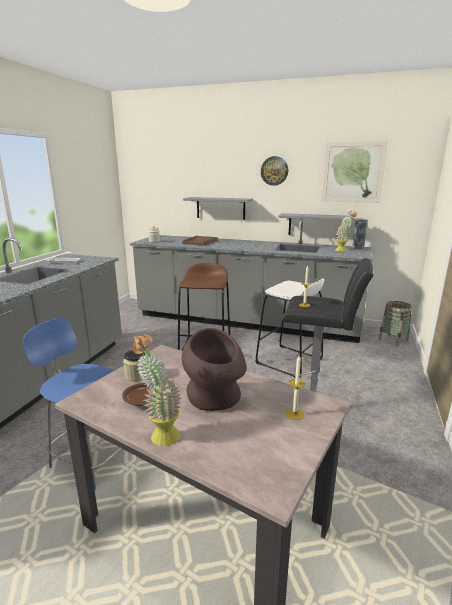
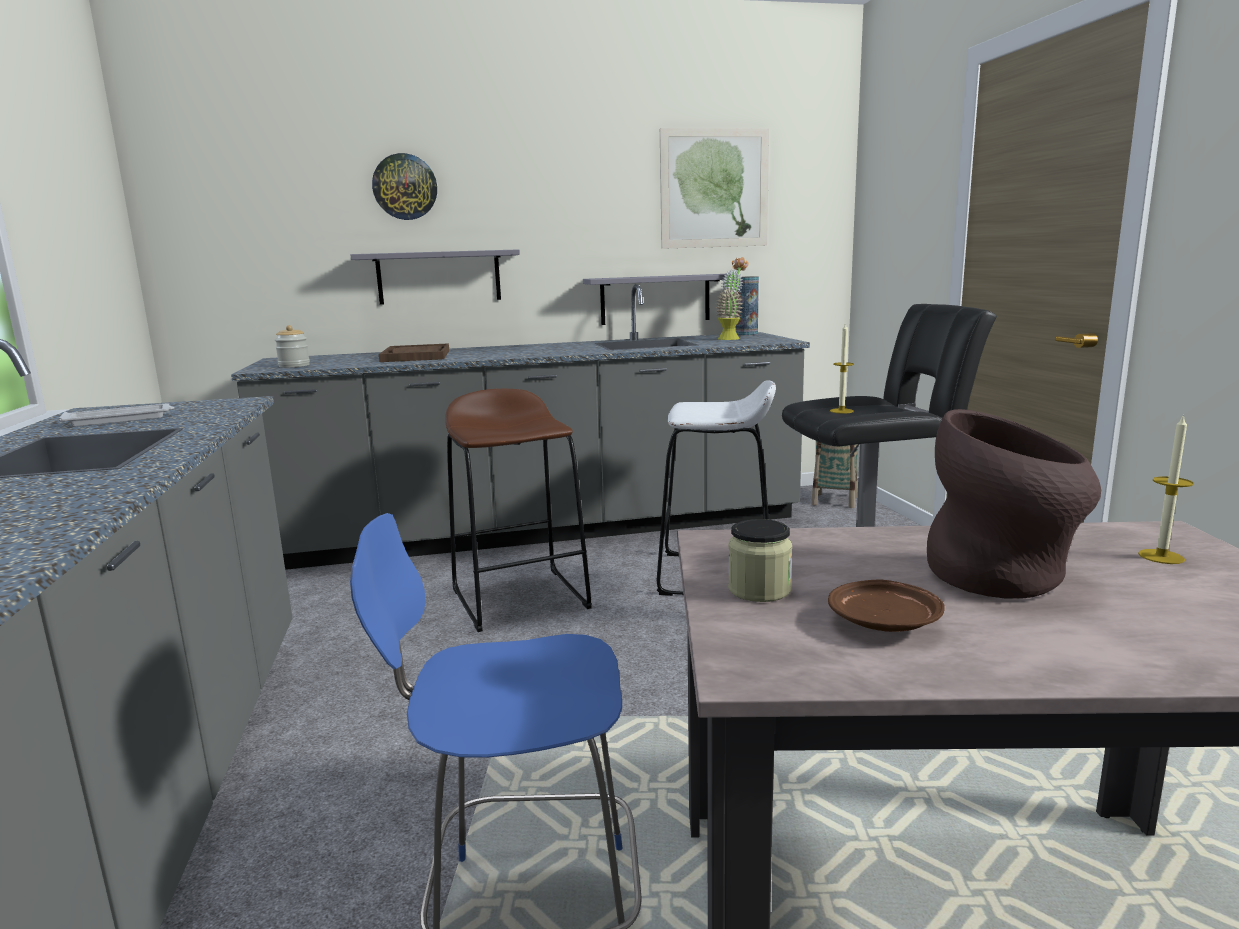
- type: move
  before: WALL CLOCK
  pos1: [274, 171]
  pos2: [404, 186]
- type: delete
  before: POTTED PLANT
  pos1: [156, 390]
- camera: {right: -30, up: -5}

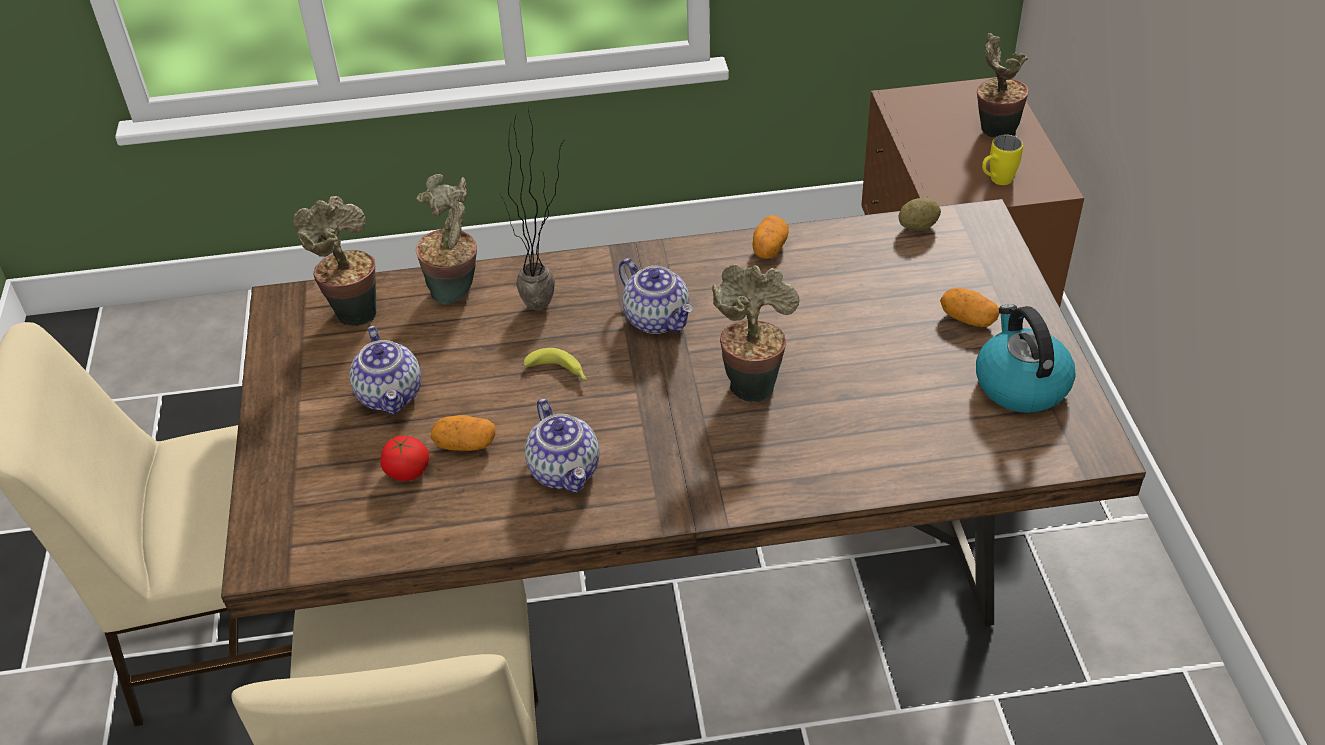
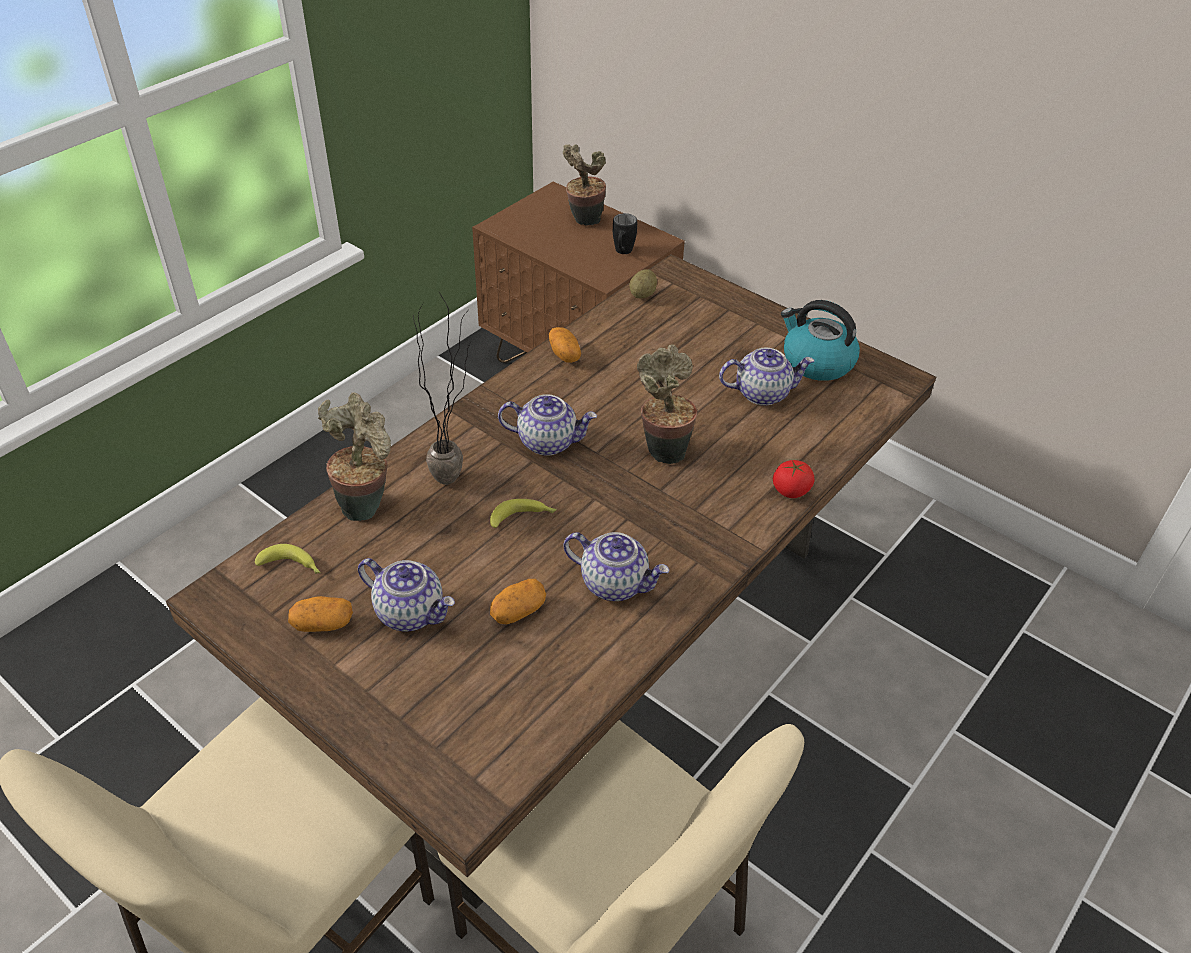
- type: replace
  before: POTTED PLANT
  after: BANANA
  pos1: [335, 261]
  pos2: [288, 559]
- type: move
  before: POTATO
  pos1: [970, 307]
  pos2: [320, 614]
- type: recolor
  before: YELLOW MUG
  after: BLACK MUG
  pos1: [1002, 160]
  pos2: [625, 233]
- type: insert
  after: TEAPOT
  pos2: [767, 376]
- type: move
  before: TOMATO
  pos1: [405, 458]
  pos2: [794, 479]
- camera: {right: -45, up: 0}

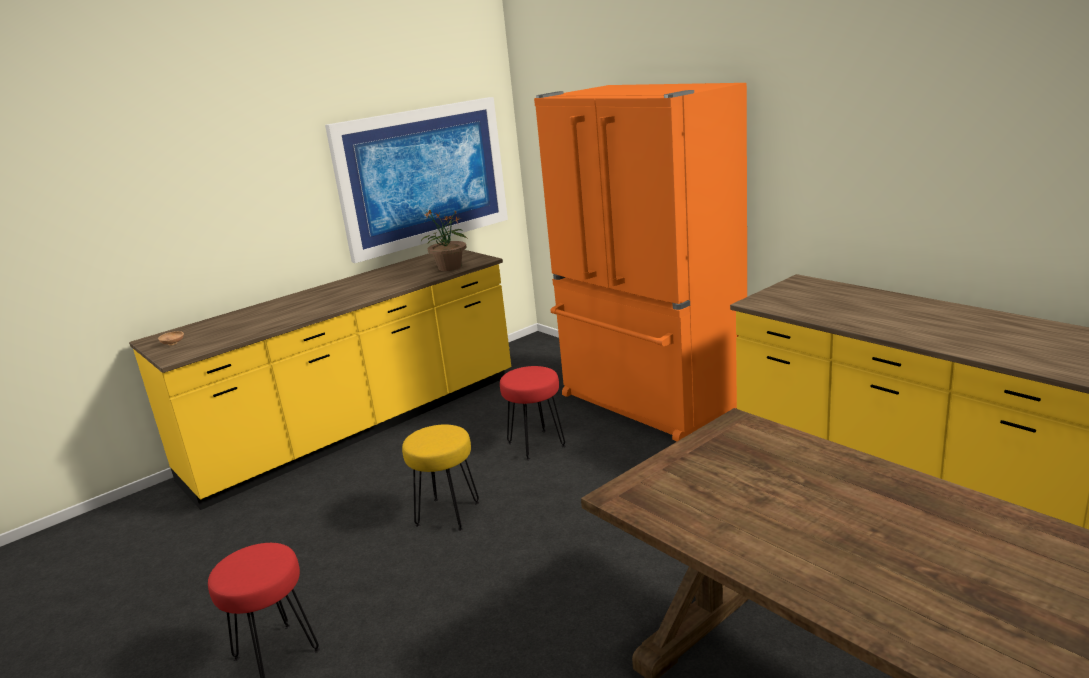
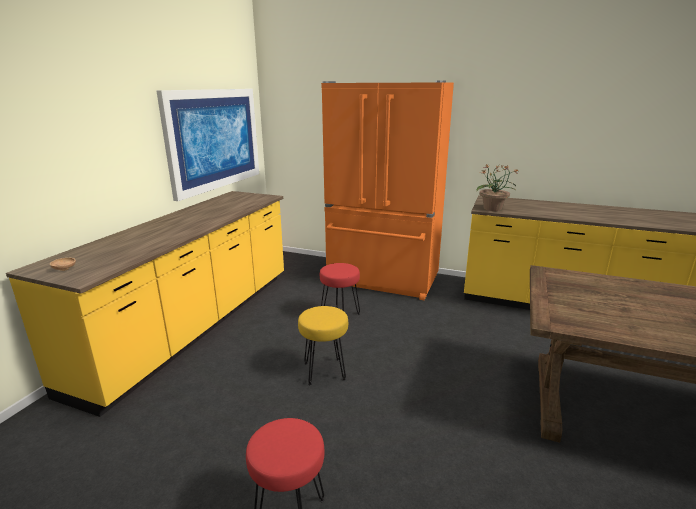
- type: move
  before: POTTED PLANT
  pos1: [444, 240]
  pos2: [498, 187]
- camera: {right: -30, up: 0}

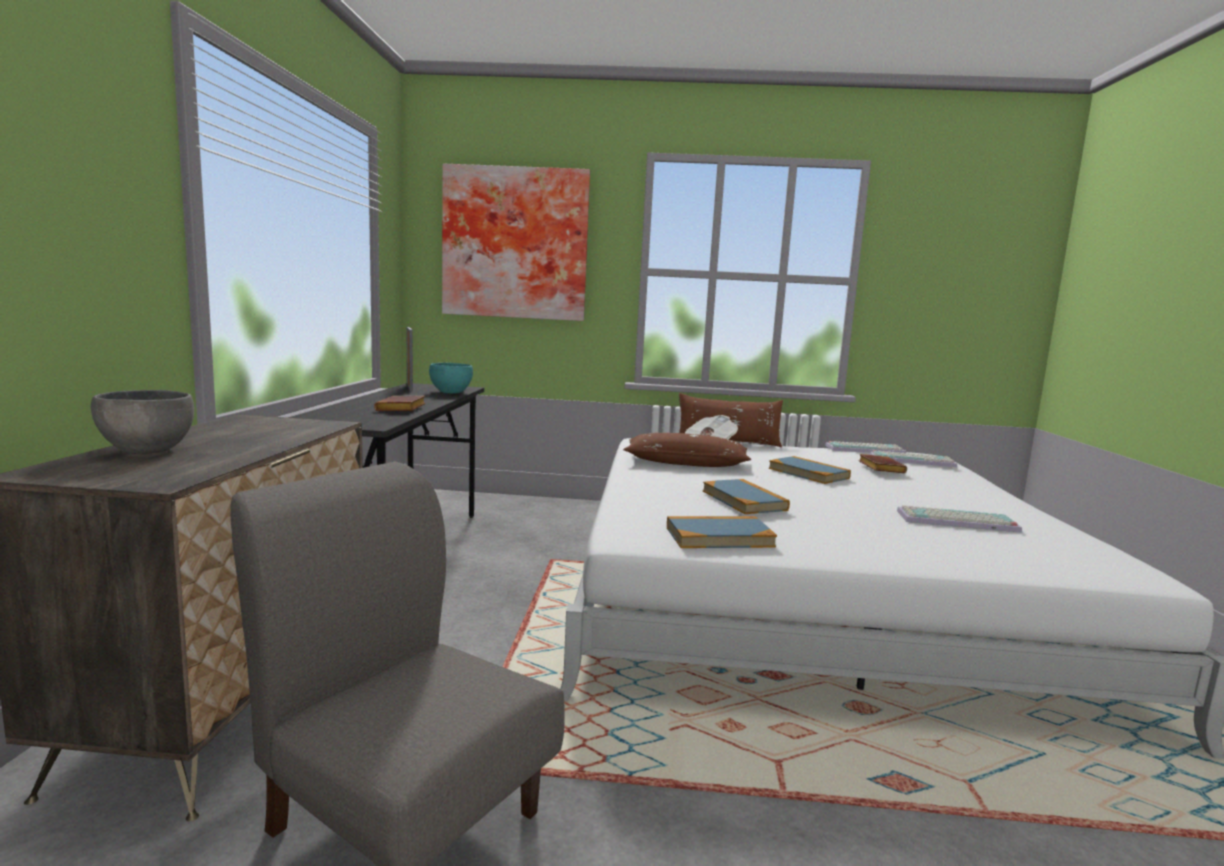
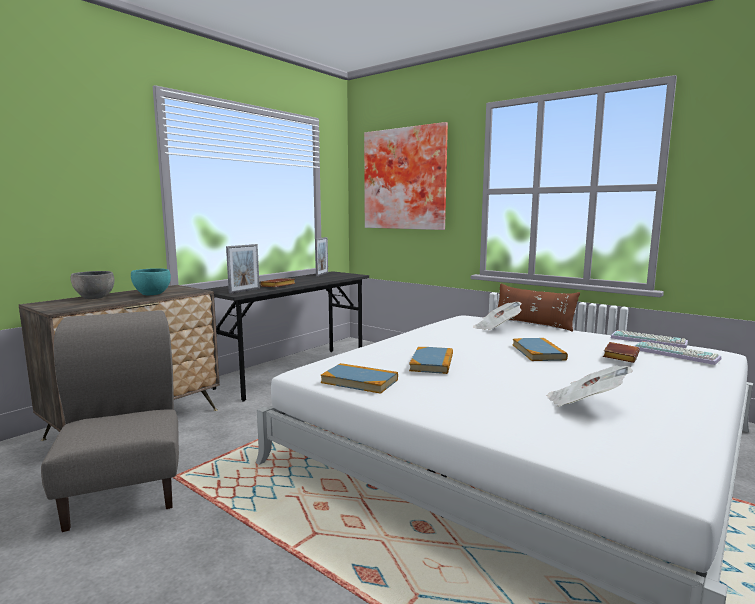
- type: move
  before: TURQUOISE BOWL
  pos1: [451, 378]
  pos2: [151, 281]
- type: insert
  after: PICTURE FRAME
  pos2: [243, 269]
- type: replace
  before: KEYBOARD
  after: NEWSPAPER
  pos1: [959, 519]
  pos2: [589, 386]
- type: delete
  before: BROWN PILLOW
  pos1: [687, 450]
- camera: {right: 35, up: 0}

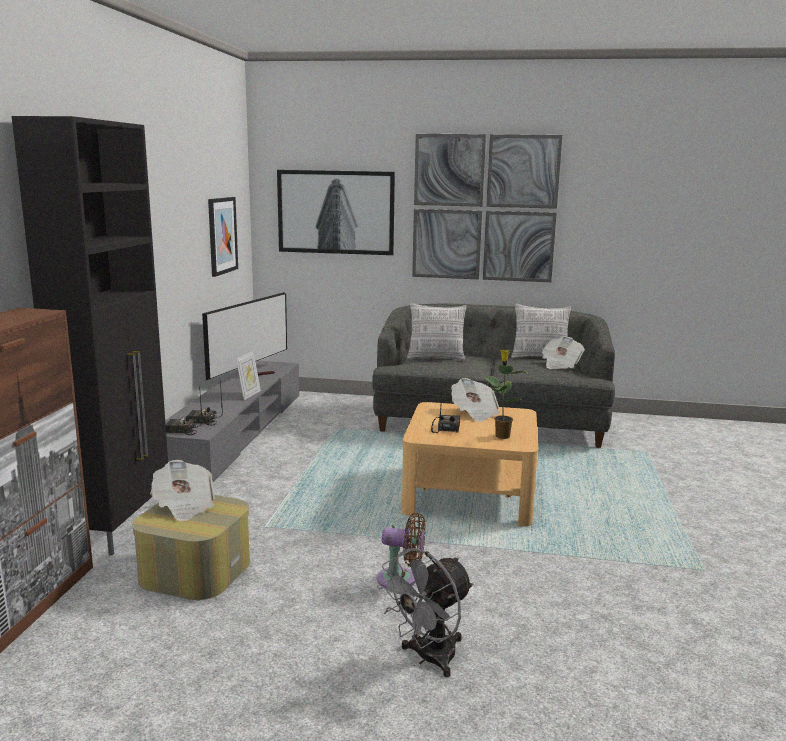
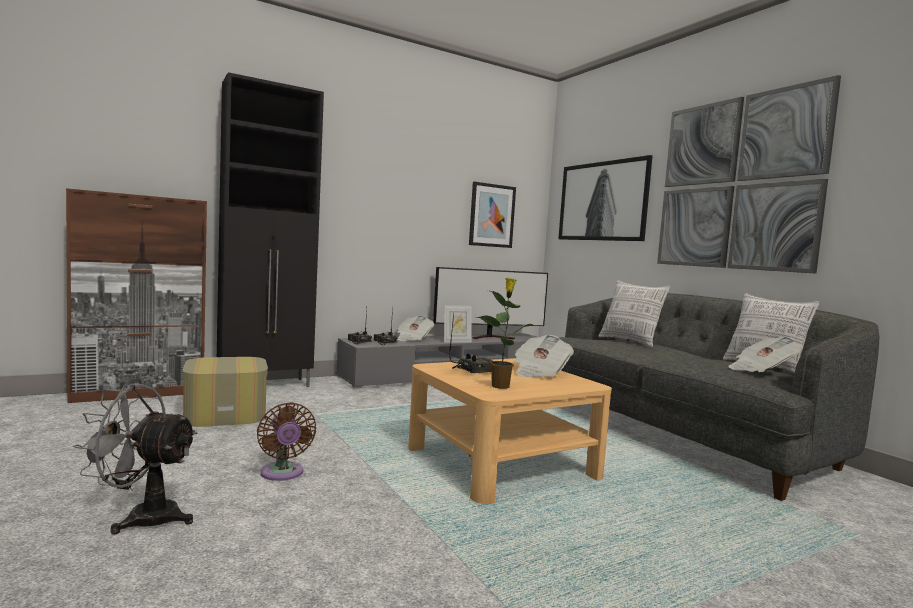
- type: move
  before: NEWSPAPER
  pos1: [182, 490]
  pos2: [415, 328]
- camera: {right: 50, up: -10}

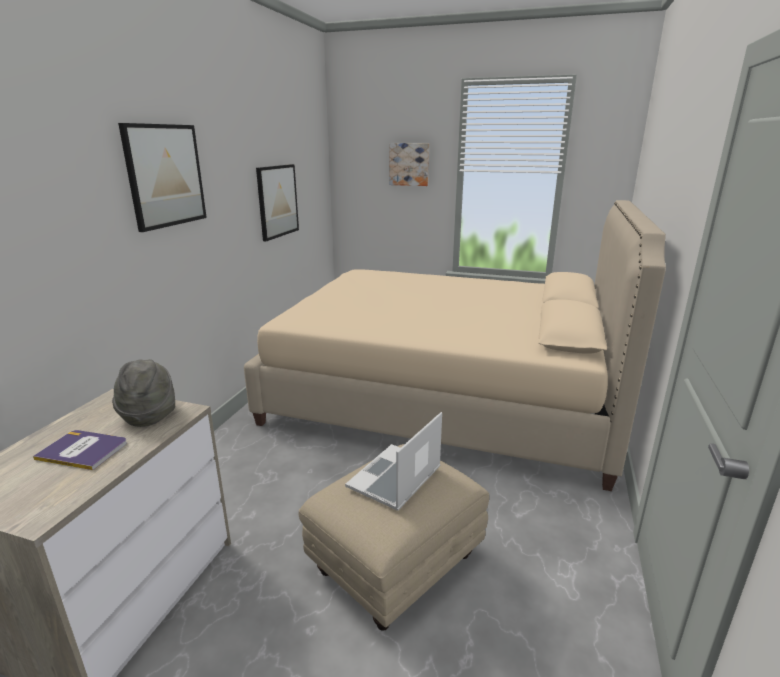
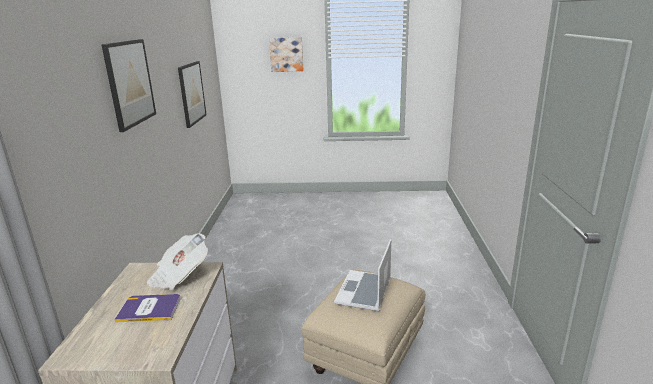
- type: replace
  before: GREY HAT
  after: NEWSPAPER
  pos1: [143, 393]
  pos2: [177, 261]
- type: delete
  before: BEIGE BED
  pos1: [455, 345]
- camera: {right: -15, up: 0}

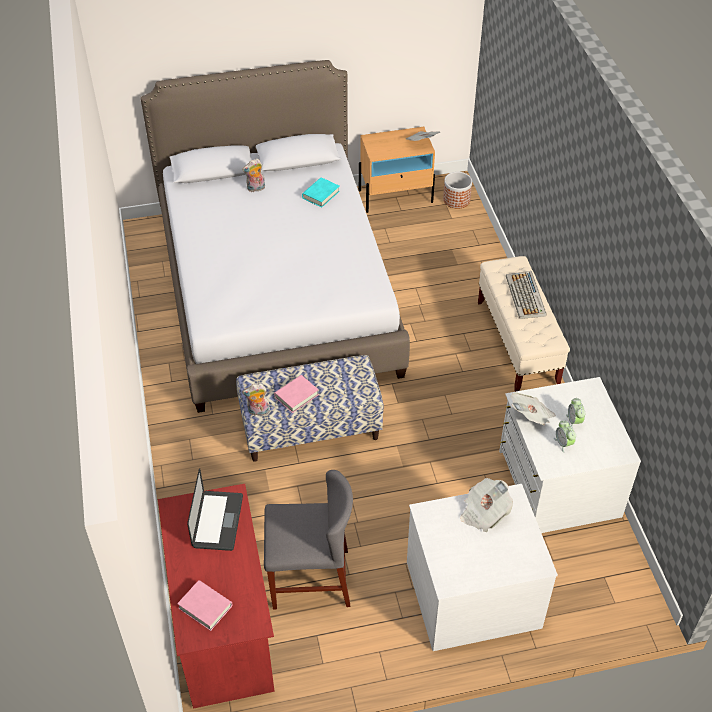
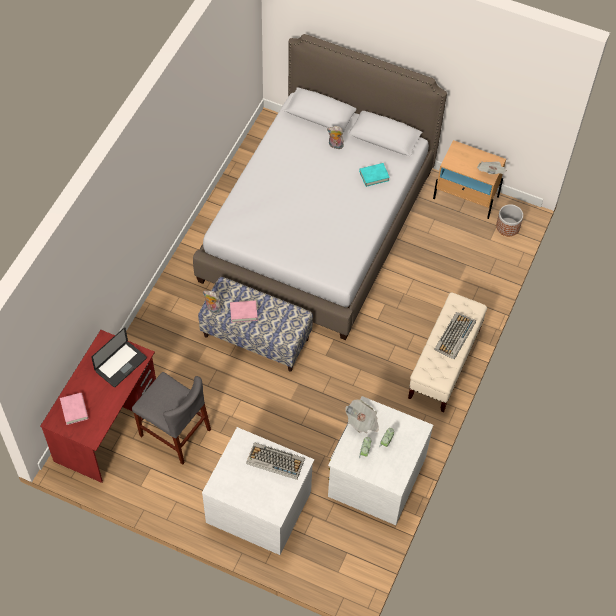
- type: replace
  before: NEWSPAPER
  after: KEYBOARD
  pos1: [486, 505]
  pos2: [275, 461]
- camera: {right: 35, up: 10}

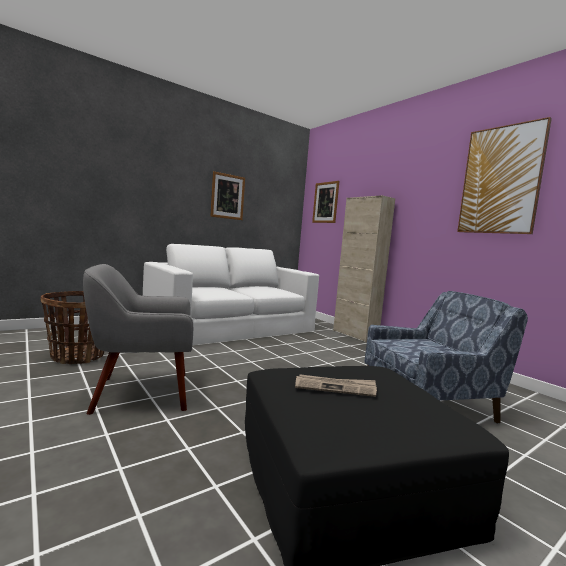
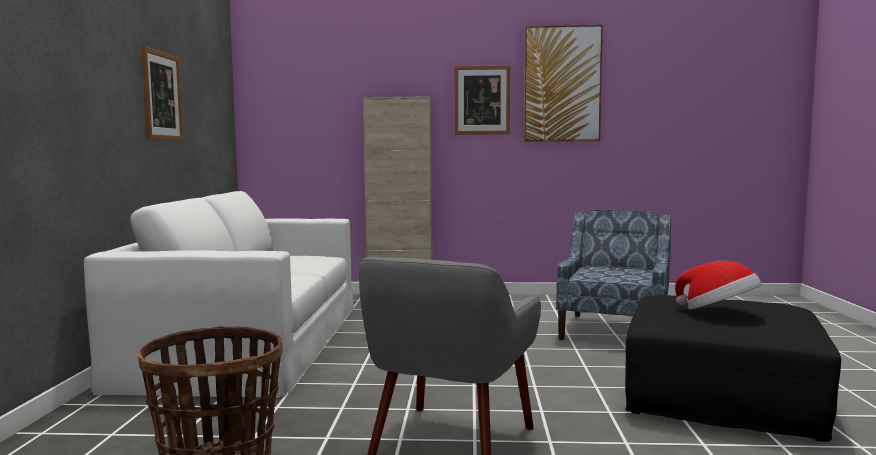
- type: move
  before: PICTURE
  pos1: [325, 202]
  pos2: [482, 100]
- type: replace
  before: NEWSPAPER
  after: HAT
  pos1: [336, 385]
  pos2: [718, 285]
- camera: {right: -50, up: 0}

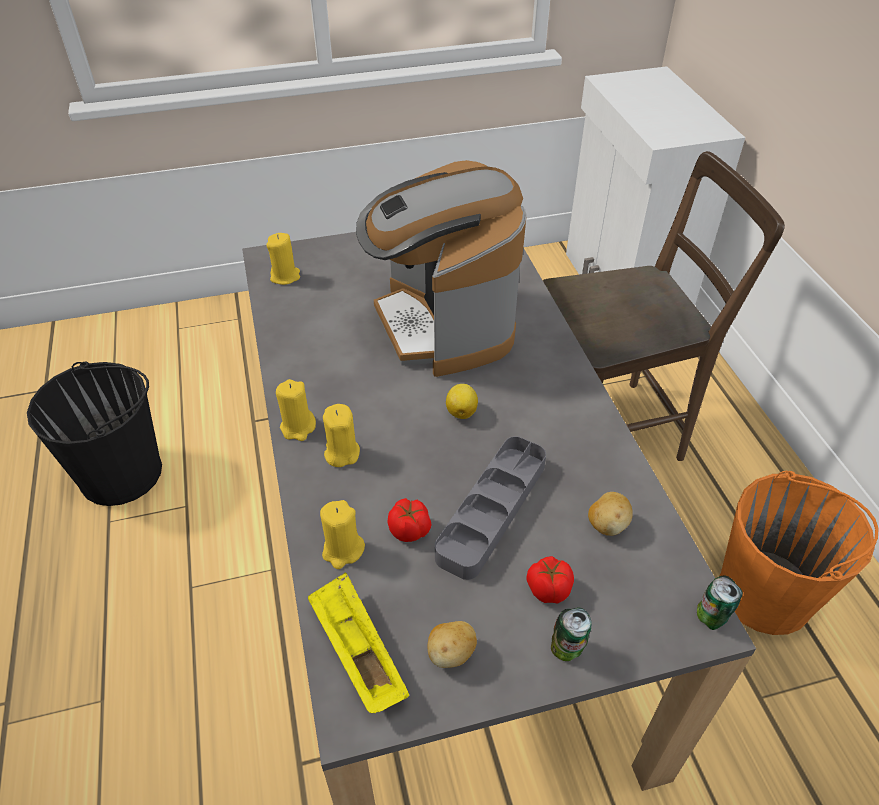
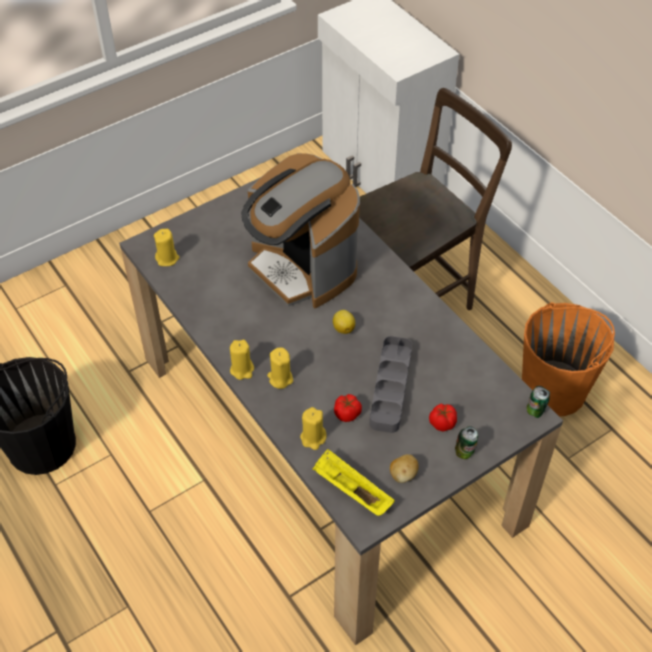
- type: delete
  before: POTATO
  pos1: [610, 514]
- camera: {right: -20, up: 5}

